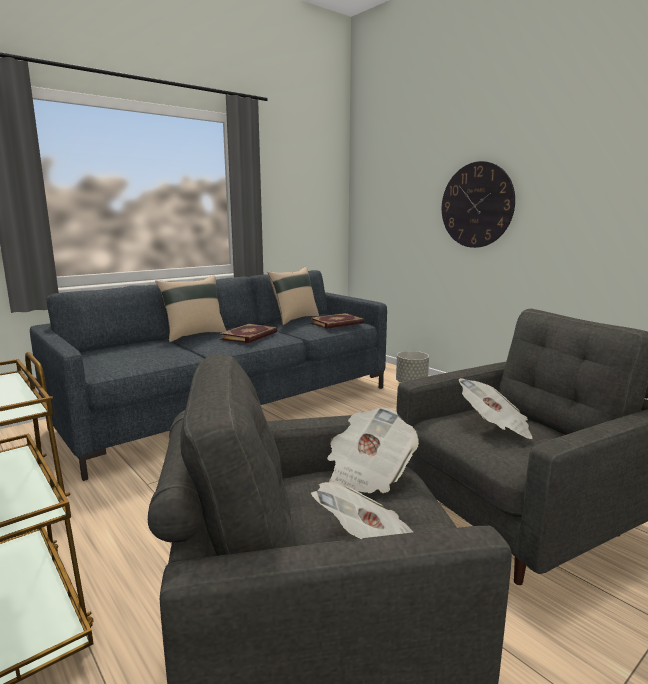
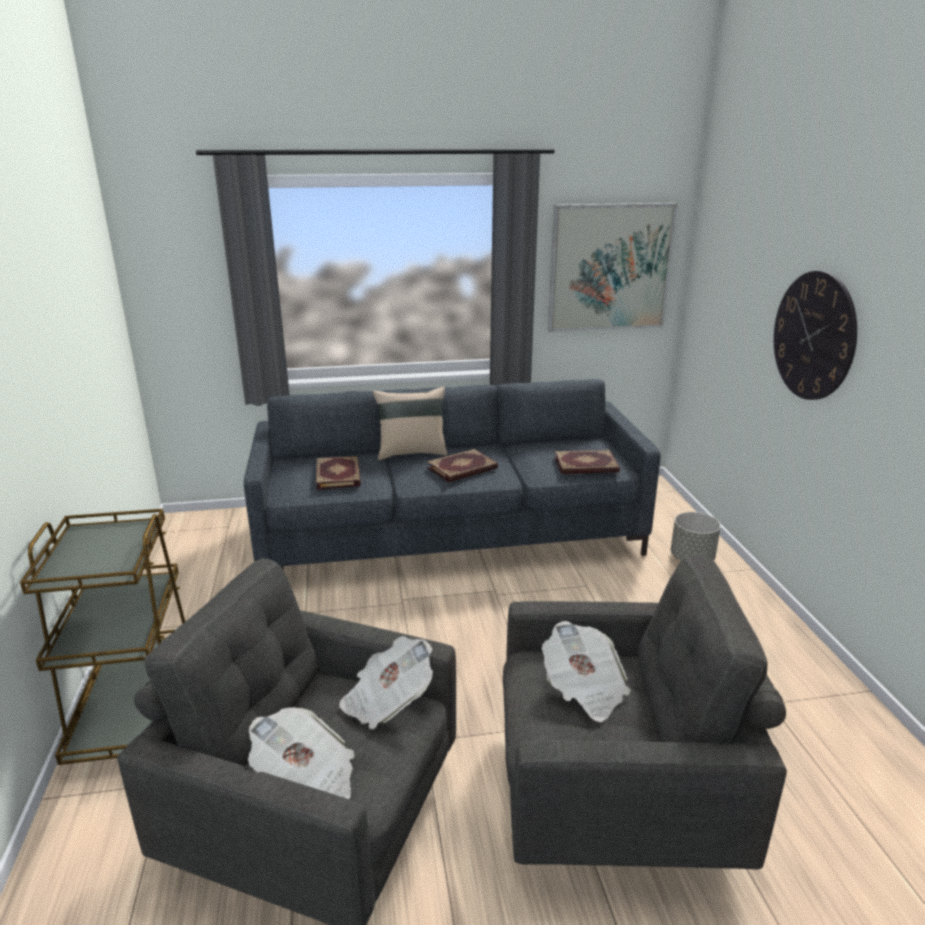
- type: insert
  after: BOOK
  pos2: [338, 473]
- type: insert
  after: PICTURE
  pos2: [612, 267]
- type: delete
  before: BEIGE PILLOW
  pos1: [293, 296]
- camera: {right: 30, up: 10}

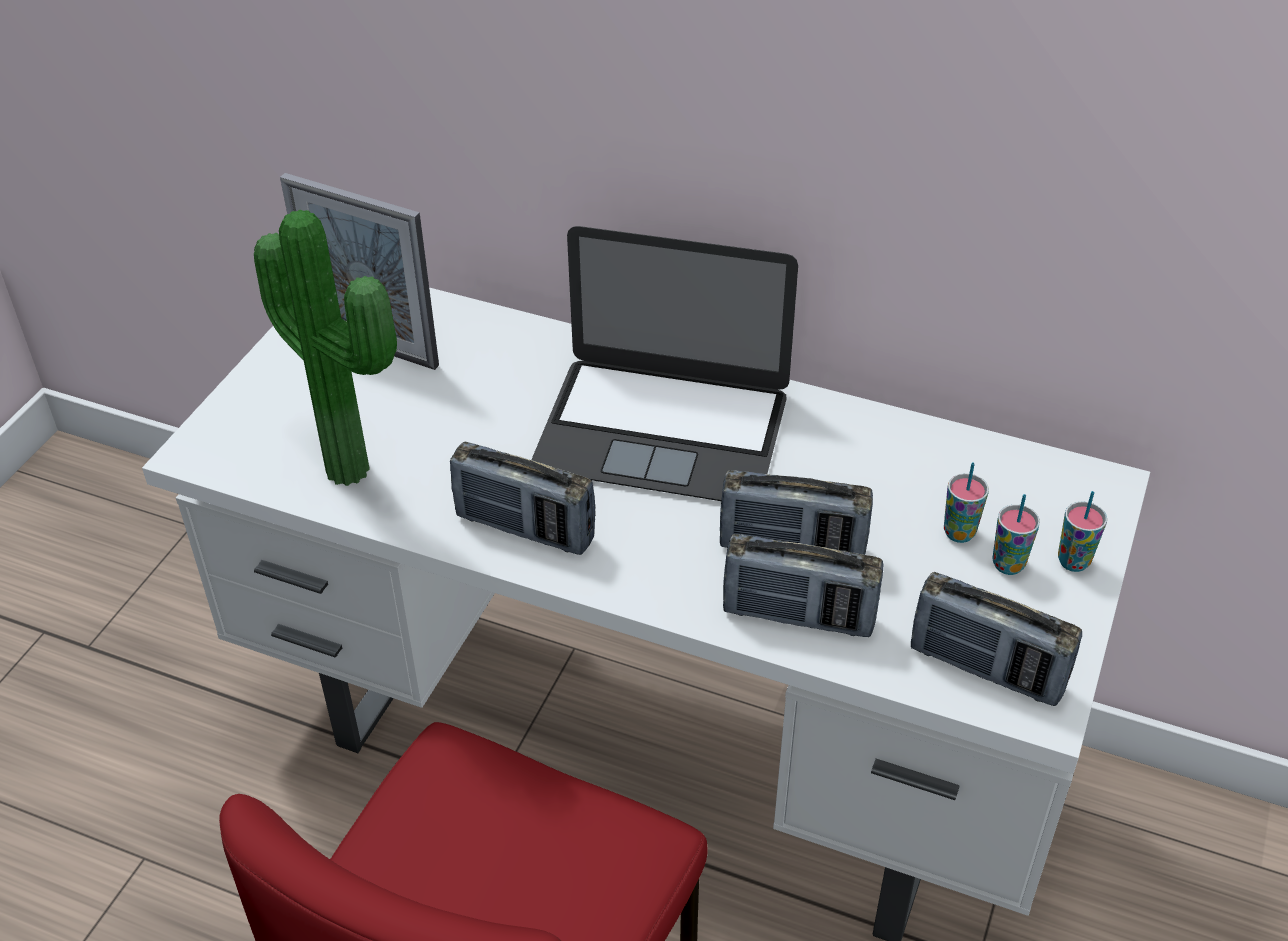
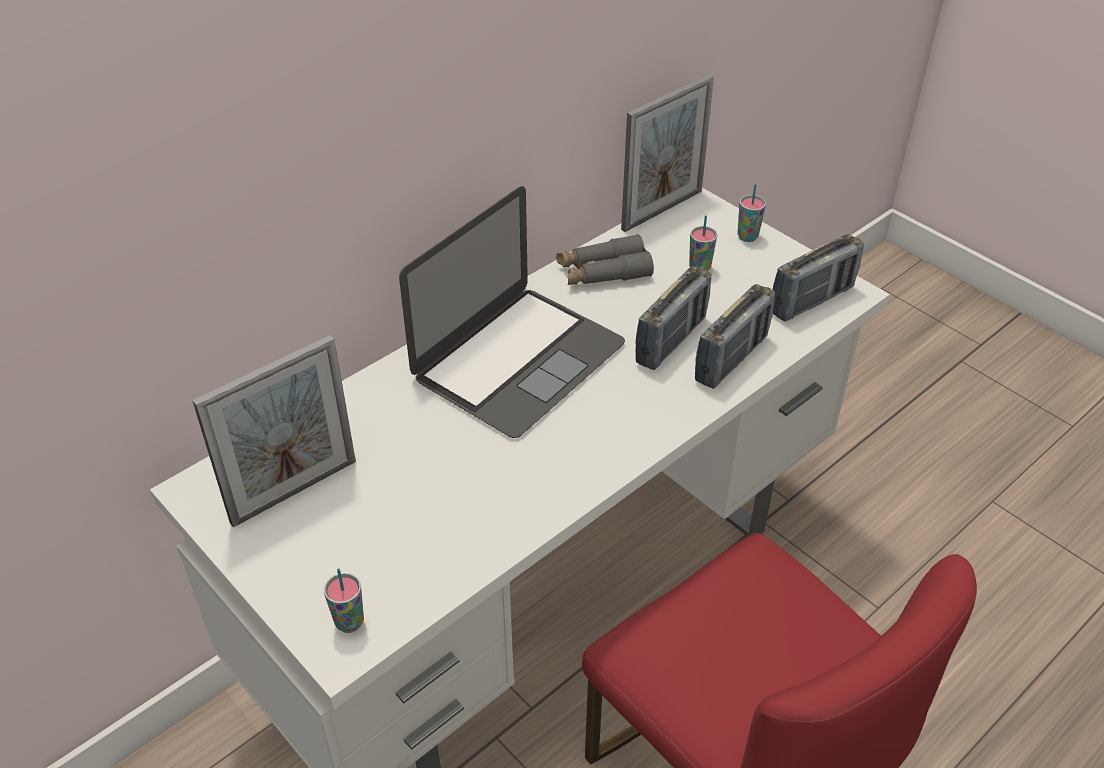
- type: move
  before: CUP
  pos1: [1016, 534]
  pos2: [344, 600]
- type: insert
  after: GREY BINOCULARS
  pos2: [605, 259]
- type: insert
  after: PICTURE FRAME
  pos2: [667, 153]
- type: delete
  before: POTTED PLANT
  pos1: [325, 348]
- type: delete
  before: RADIO
  pos1: [522, 498]
- camera: {right: -65, up: 0}

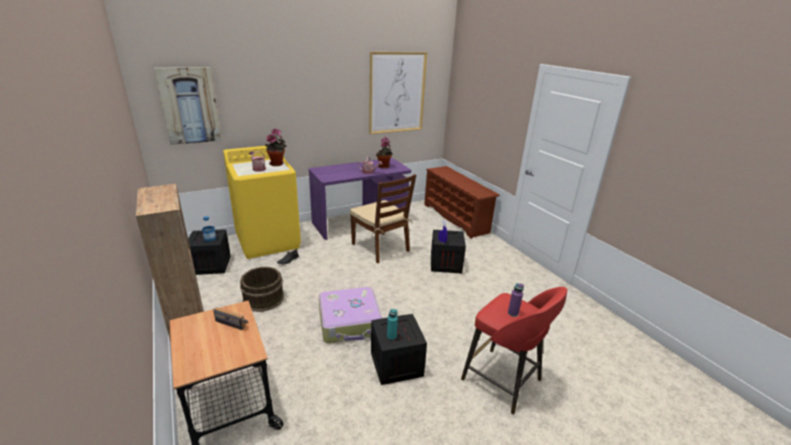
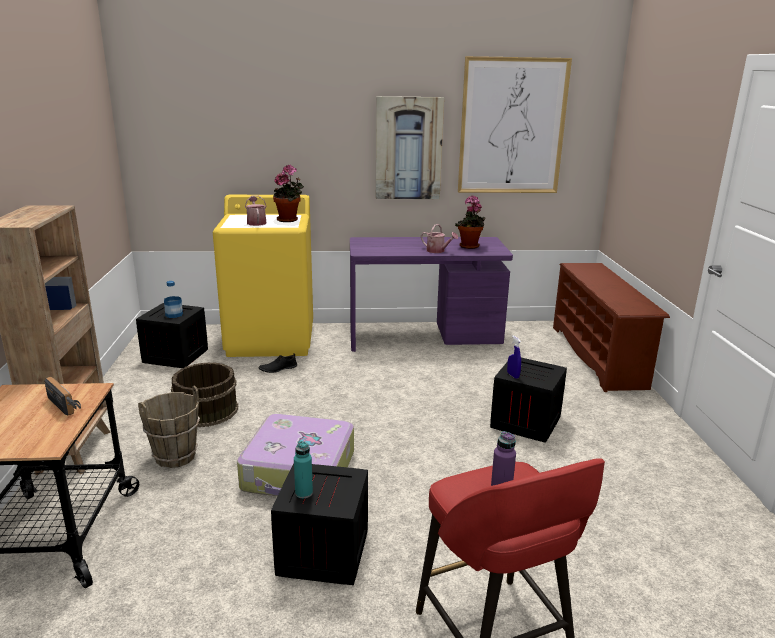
- type: insert
  after: BROWN BUCKET
  pos2: [169, 426]
- type: move
  before: PICTURE
  pos1: [188, 106]
  pos2: [410, 147]
- type: delete
  before: BROWN CHAIR
  pos1: [383, 218]
- camera: {right: 25, up: -5}

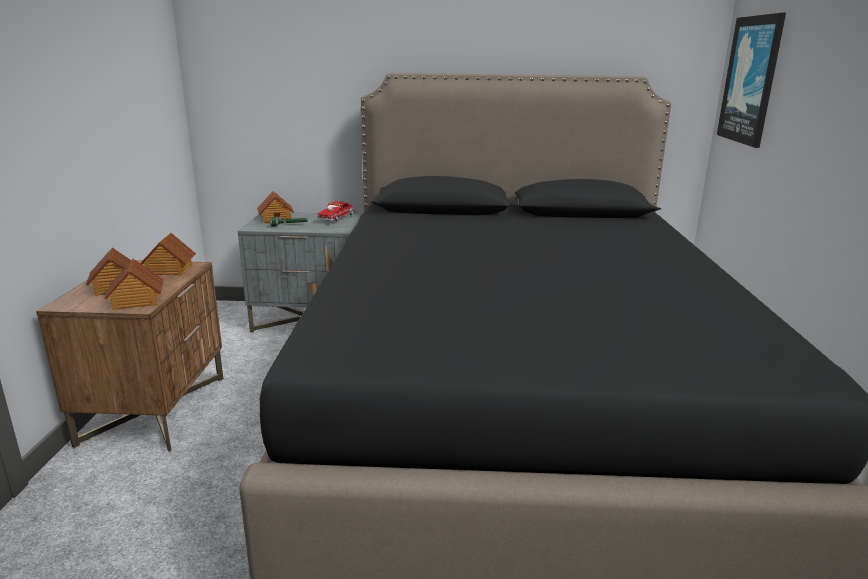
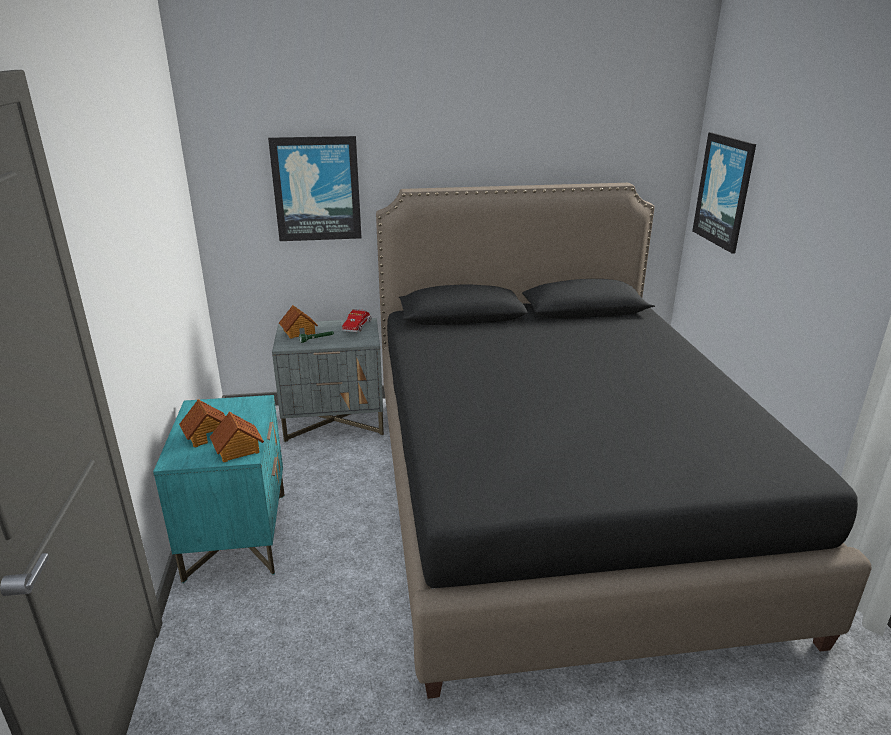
- type: recolor
  before: BROWN NIGHTSTAND
  after: TURQUOISE NIGHTSTAND
  pos1: [129, 356]
  pos2: [219, 489]
- type: insert
  after: PICTURE
  pos2: [315, 188]
- type: delete
  before: TOY HOUSE
  pos1: [168, 254]
- camera: {right: -10, up: 5}

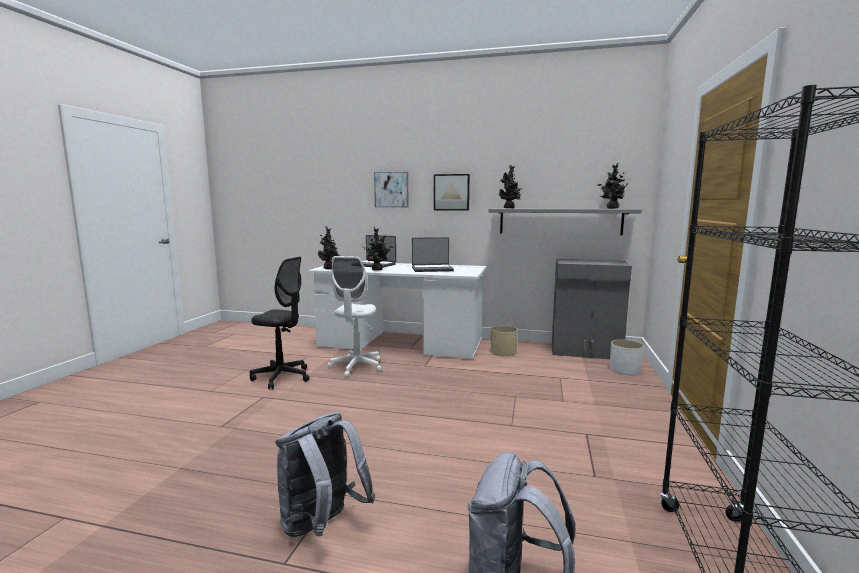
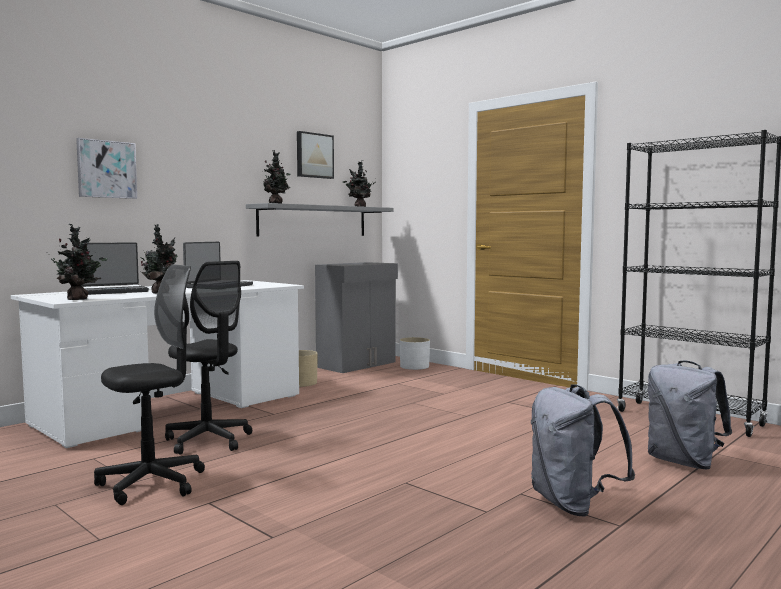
- type: recolor
  before: WHITE OFFICE CHAIR
  after: BLACK OFFICE CHAIR
  pos1: [354, 317]
  pos2: [208, 358]
- type: move
  before: PICTURE
  pos1: [452, 192]
  pos2: [315, 155]
- camera: {right: -60, up: -5}

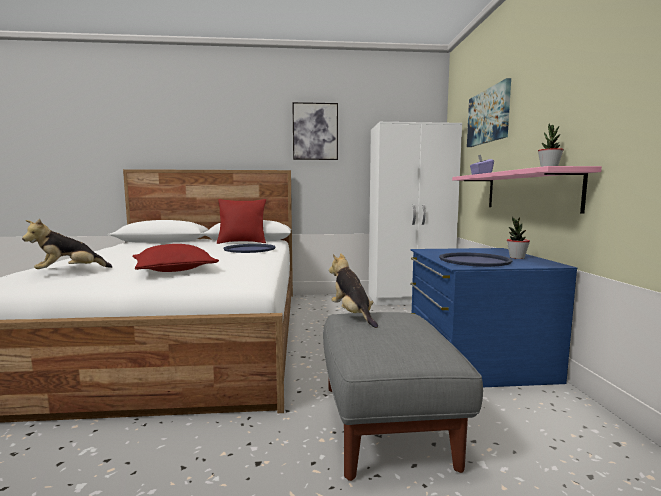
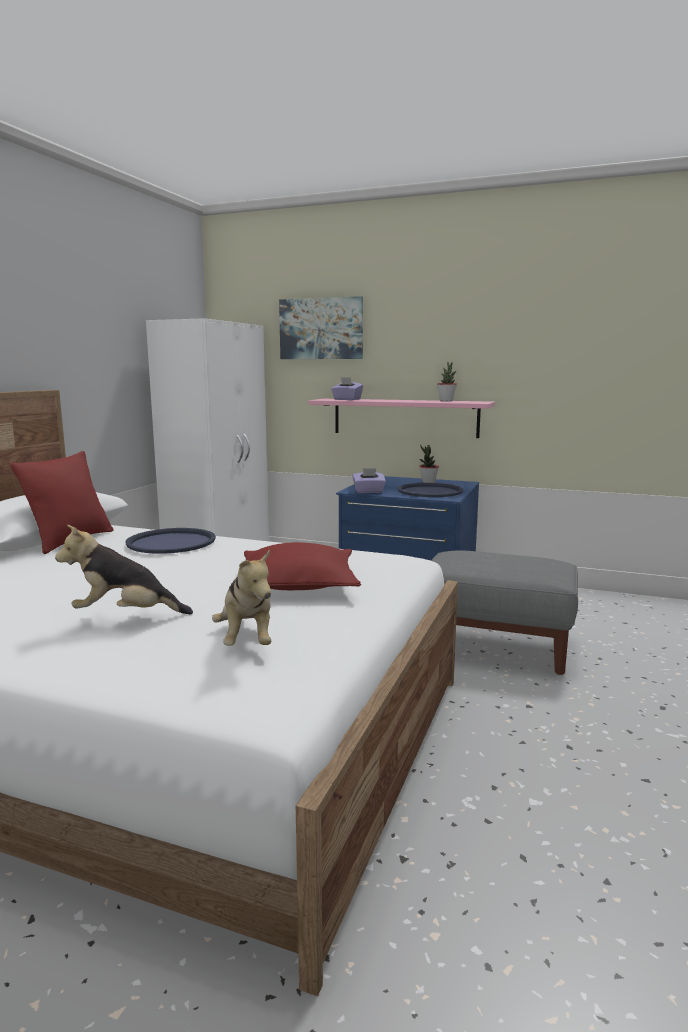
- type: move
  before: PLUSH TOY
  pos1: [353, 290]
  pos2: [124, 570]
- type: insert
  after: PURPLE TISSUE BOX
  pos2: [369, 480]
- type: delete
  before: PICTURE
  pos1: [315, 131]
- camera: {right: -65, up: 5}

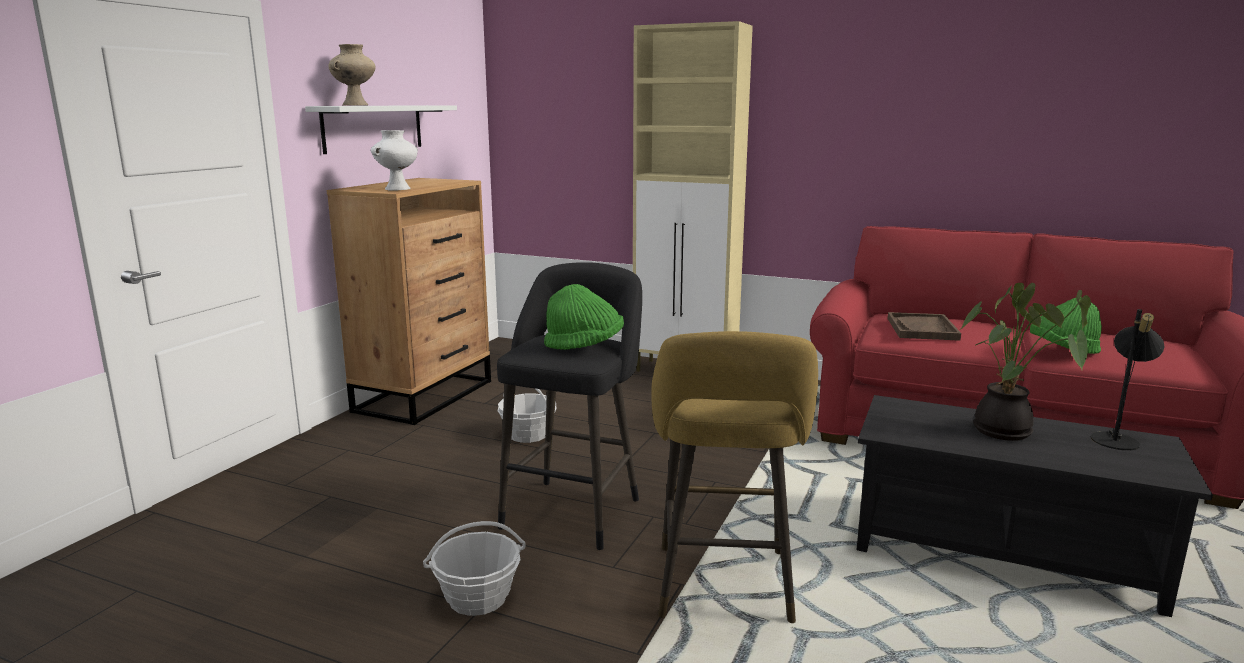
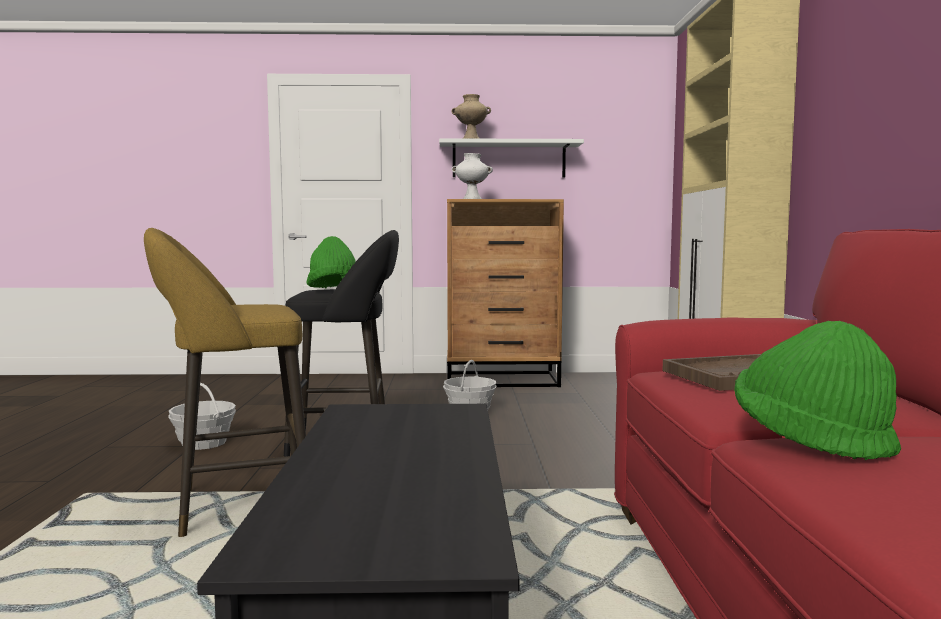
- type: delete
  before: POTTED PLANT
  pos1: [1026, 362]
- type: delete
  before: BLACK TABLE LAMP
  pos1: [1127, 379]
- camera: {right: 65, up: -10}

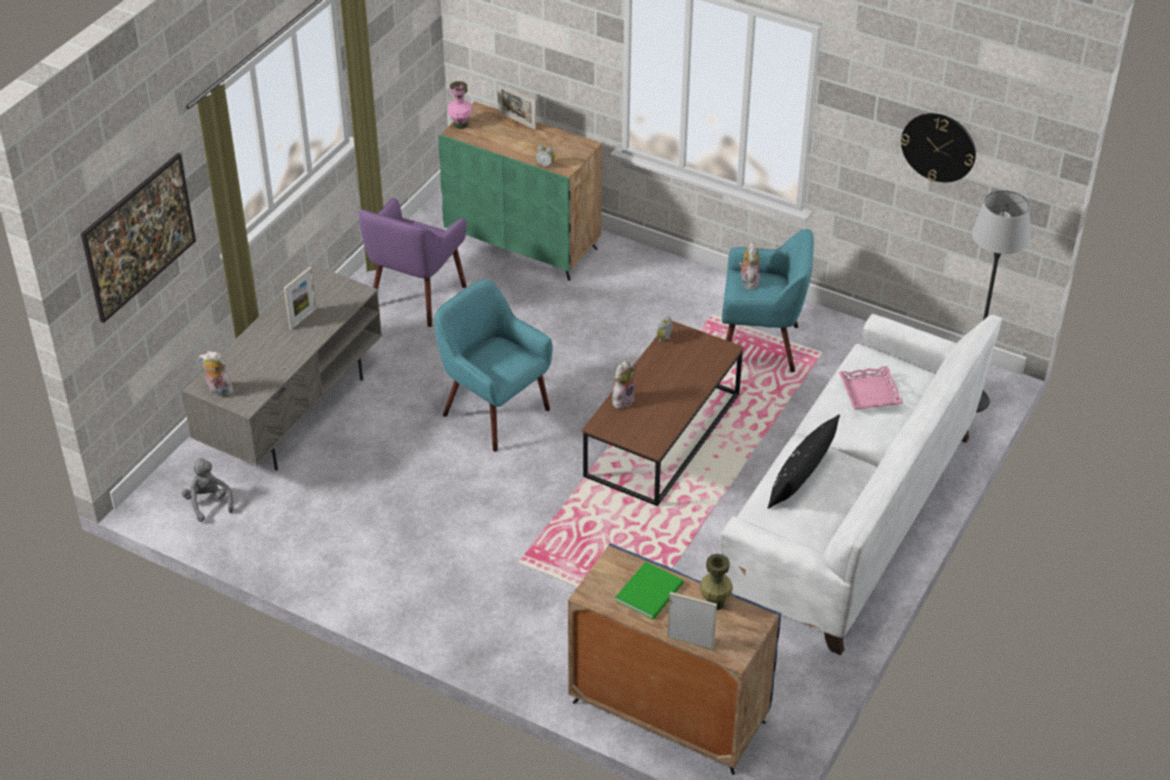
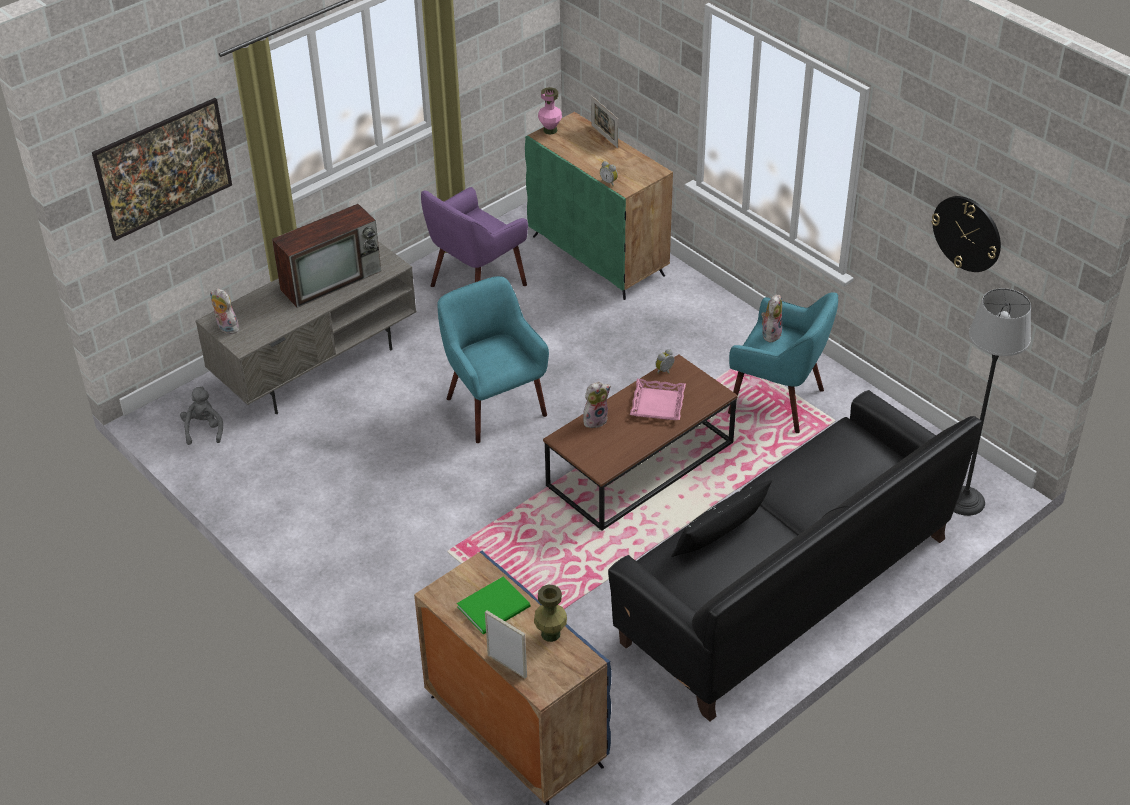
- type: replace
  before: PICTURE FRAME
  after: TELEVISION
  pos1: [300, 298]
  pos2: [326, 256]
- type: recolor
  before: WHITE SOFA
  after: BLACK SOFA
  pos1: [861, 484]
  pos2: [795, 555]
- type: move
  before: PINK TRAY
  pos1: [871, 387]
  pos2: [658, 399]
- camera: {right: 20, up: 0}

